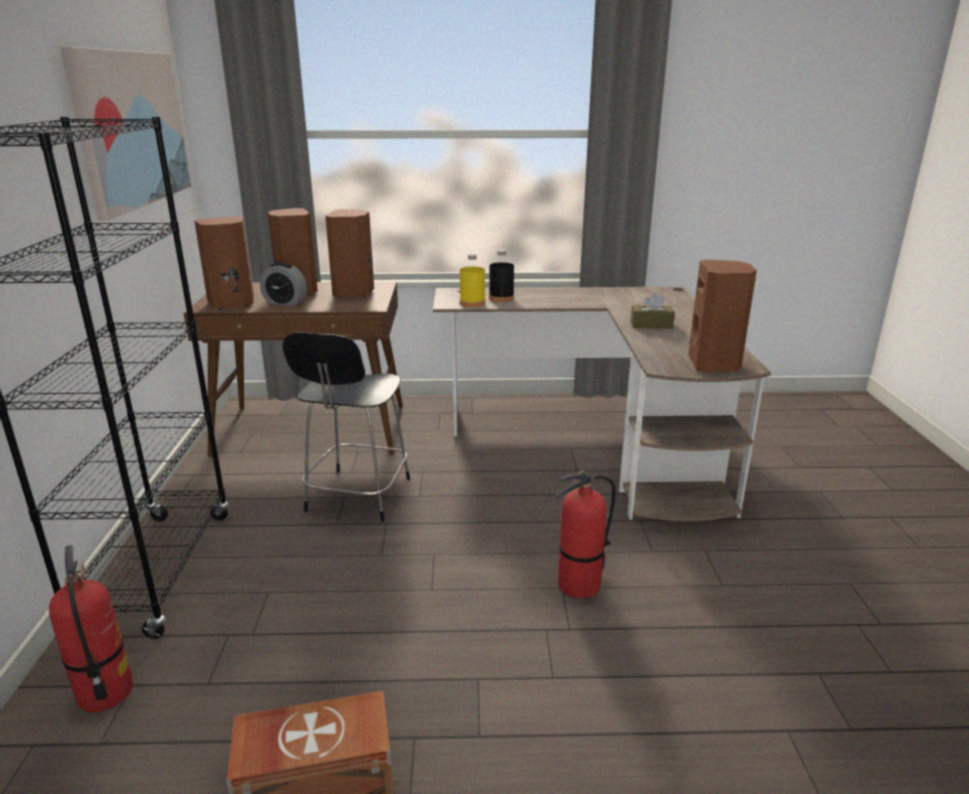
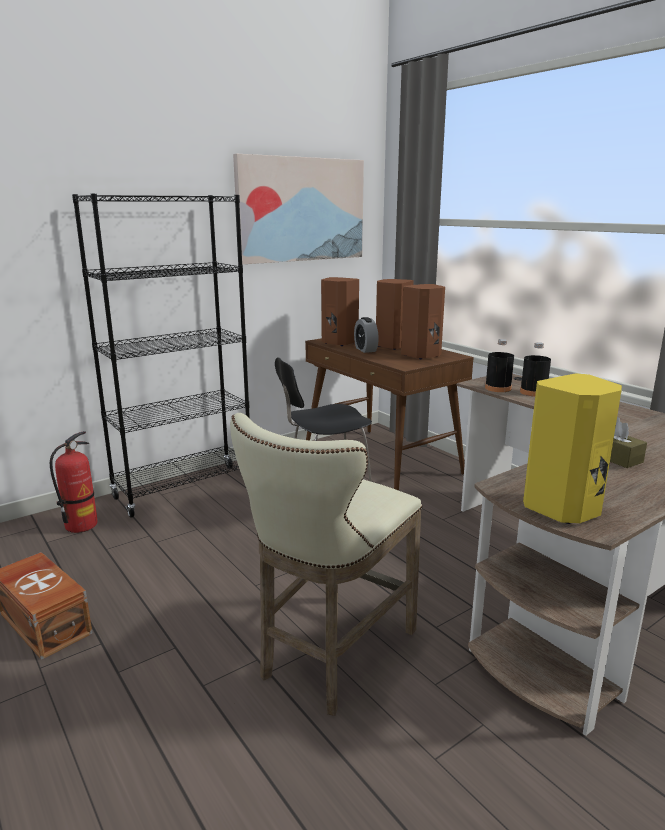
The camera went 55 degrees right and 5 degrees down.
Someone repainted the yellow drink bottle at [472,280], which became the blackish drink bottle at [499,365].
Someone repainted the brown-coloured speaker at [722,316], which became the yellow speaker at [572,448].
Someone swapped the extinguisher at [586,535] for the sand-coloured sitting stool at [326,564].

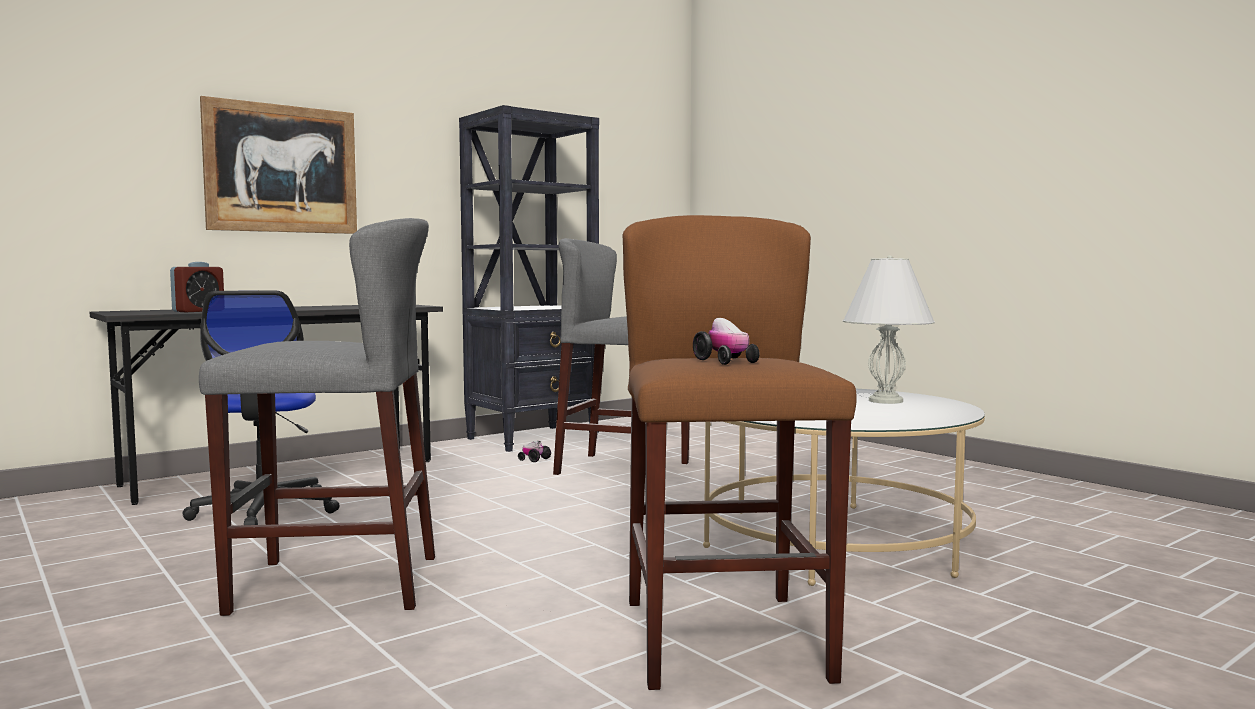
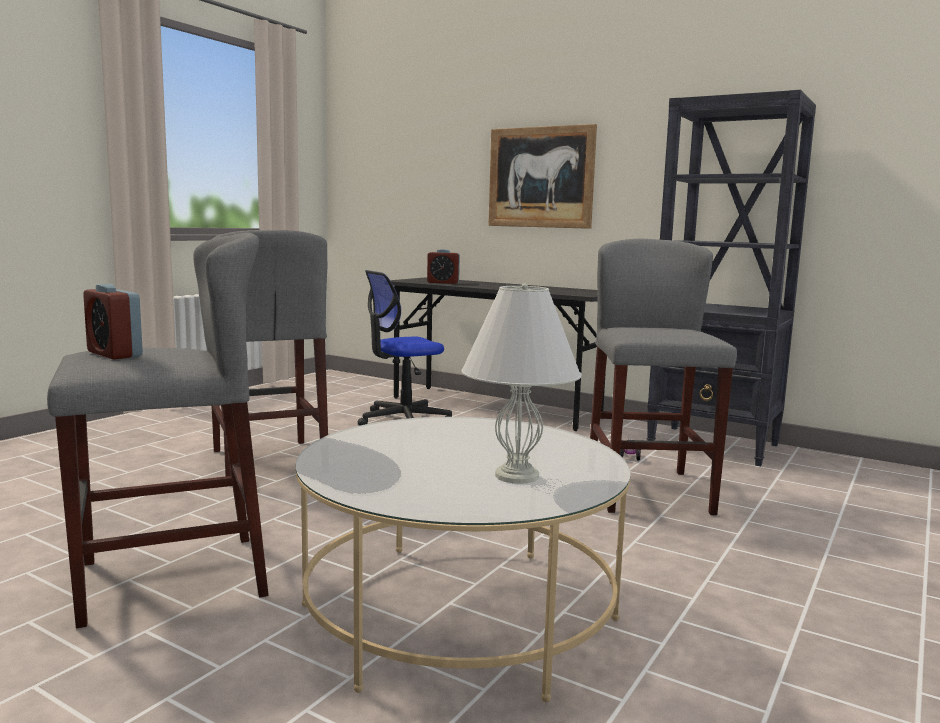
The camera went 70 degrees right and 5 degrees up.
Someone repainted the brown-coloured sitting stool at [740,452], which became the grey sitting stool at [158,430].
Someone swapped the miniature car at [726,341] for the table clock at [113,322].

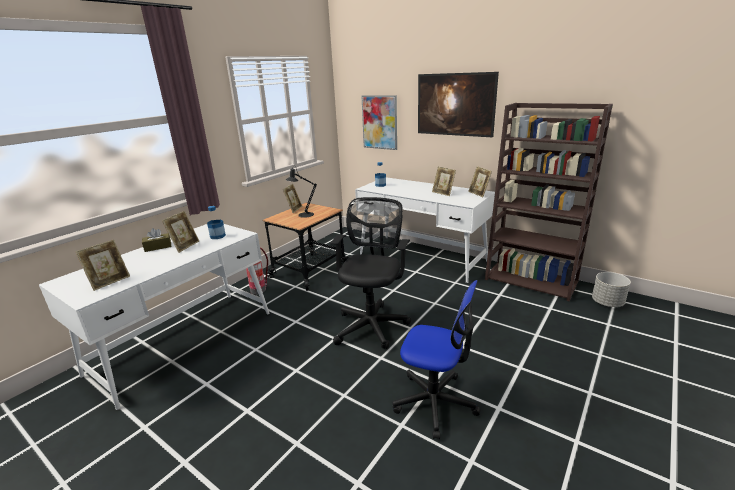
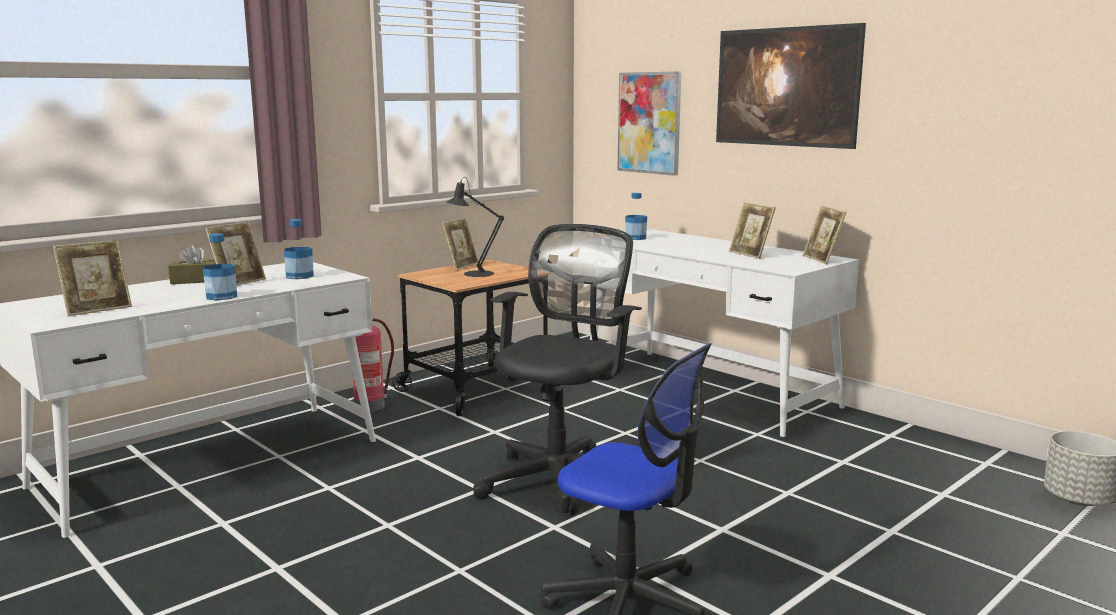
The camera went 10 degrees right and 10 degrees down.
Someone took away the brown-coloured bookcase at [549,202].
Someone put down the drink bottle at [220,266].

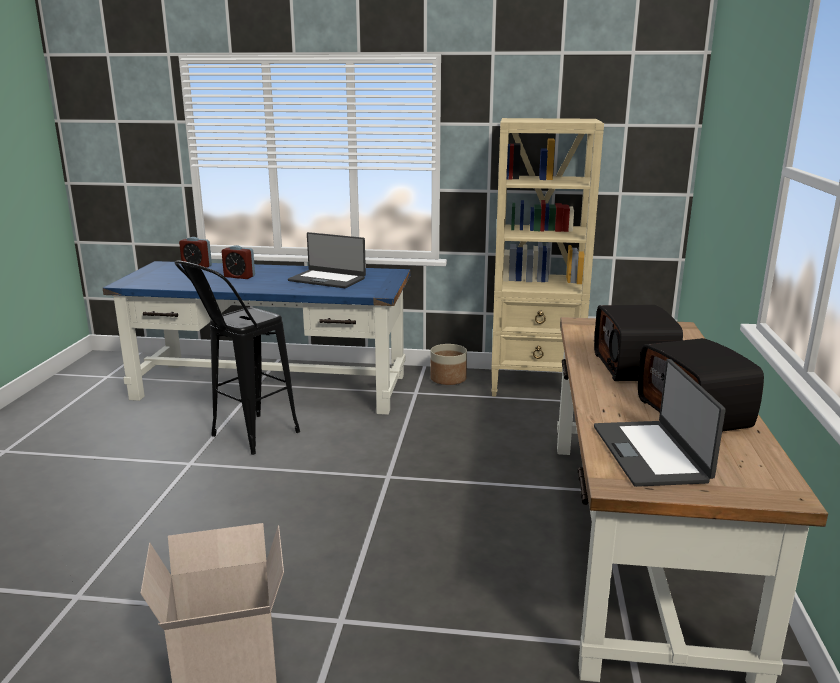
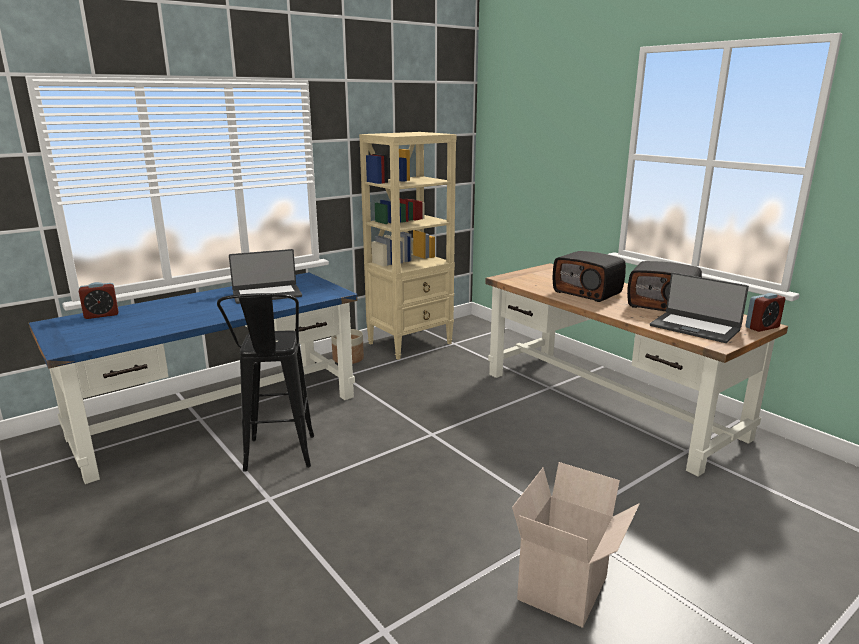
The camera went 45 degrees left and 0 degrees up.
Someone carried the table clock from [238,262] to [765,312].

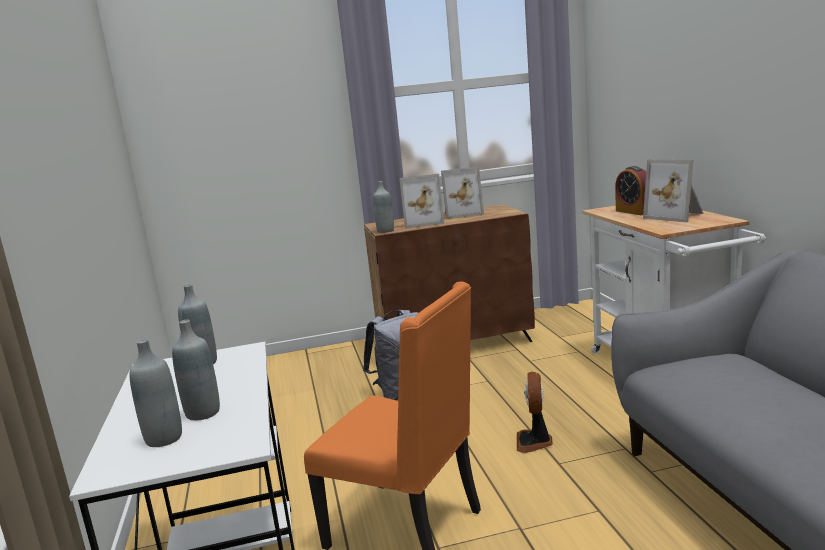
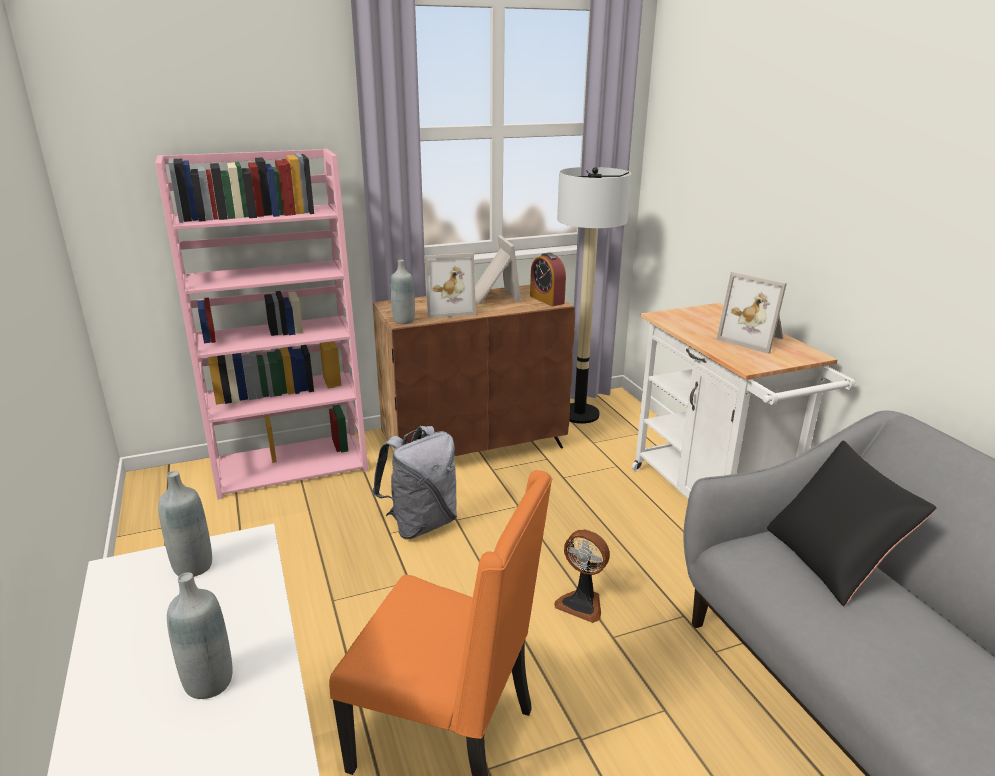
The camera went 10 degrees left and 10 degrees up.
Someone rotated the standing frame at [462,192] by 90 degrees counterclockwise.
Someone carried the table clock from [630,190] to [548,279].
Someone took away the grey drink bottle at [155,393].
Someone rotated the electric fan at [535,412] by 60 degrees counterclockwise.
Someone put down the pink-coloured bookcase at [261,324].
Someone put down the standing lamp at [594,295].
Someone put down the blackish cushion at [852,523].

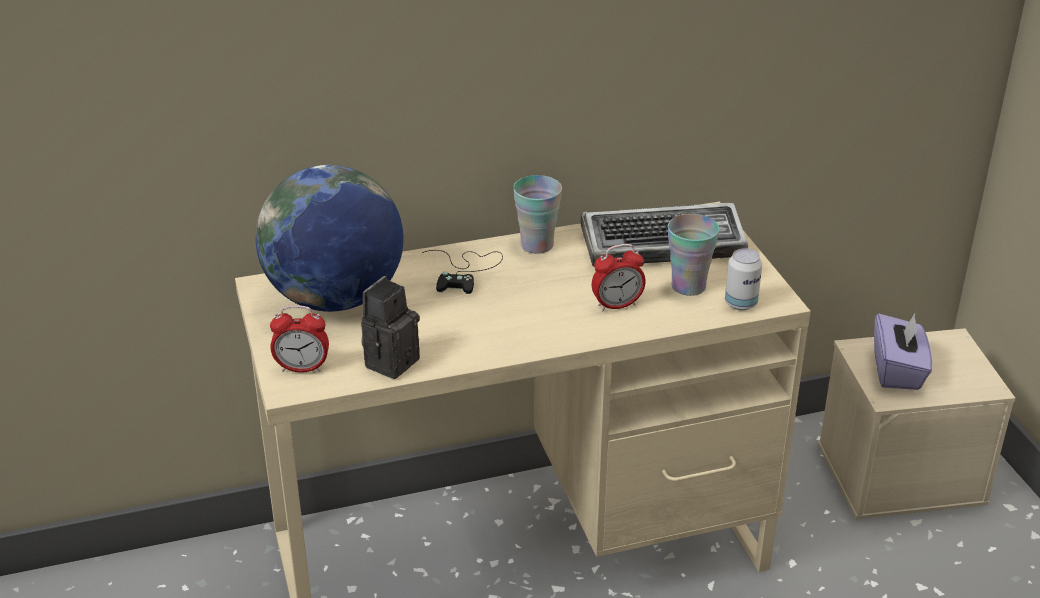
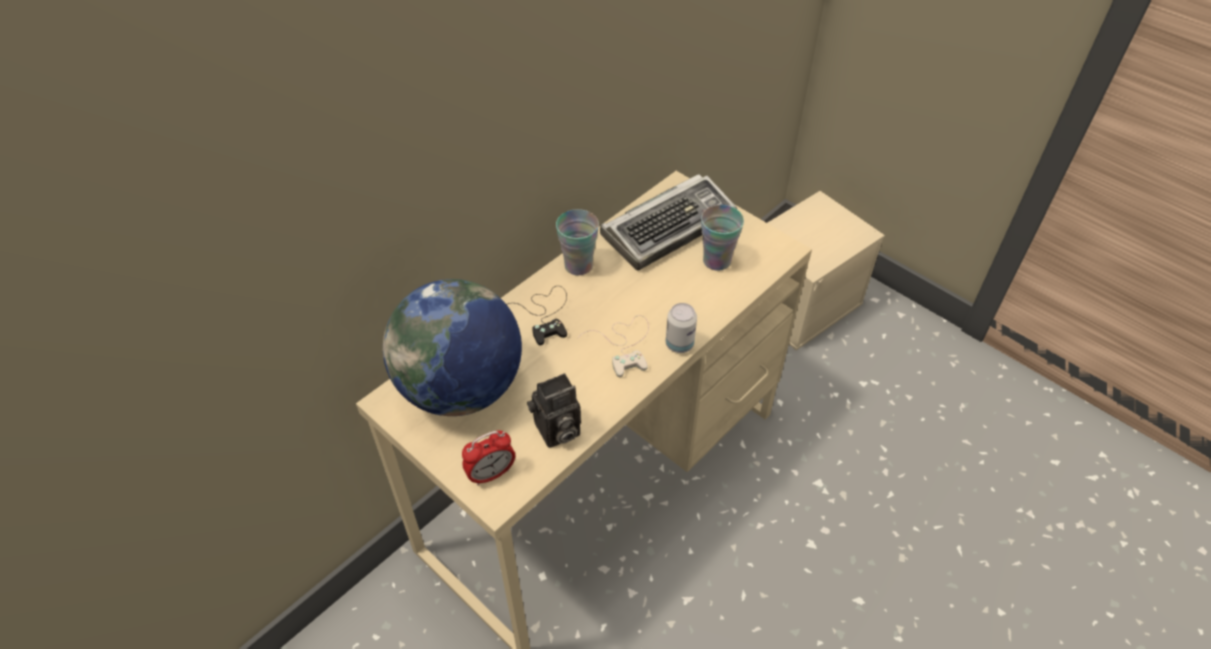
The camera went 30 degrees left and 15 degrees up.
Someone took away the table clock at [619,277].
Someone carried the sealed can from [743,279] to [681,328].
Someone rotated the photo camera at [390,327] by 120 degrees counterclockwise.
Someone took away the purple tissue box at [903,351].
Someone put down the white-coloured gamepad at [613,346].

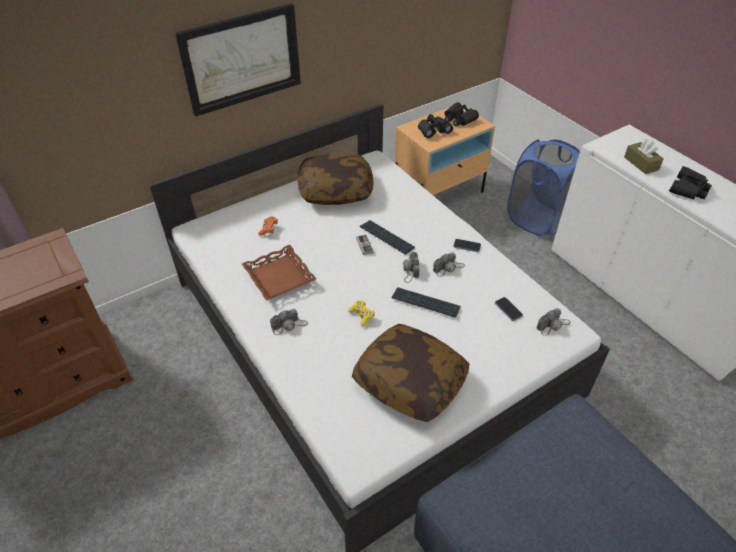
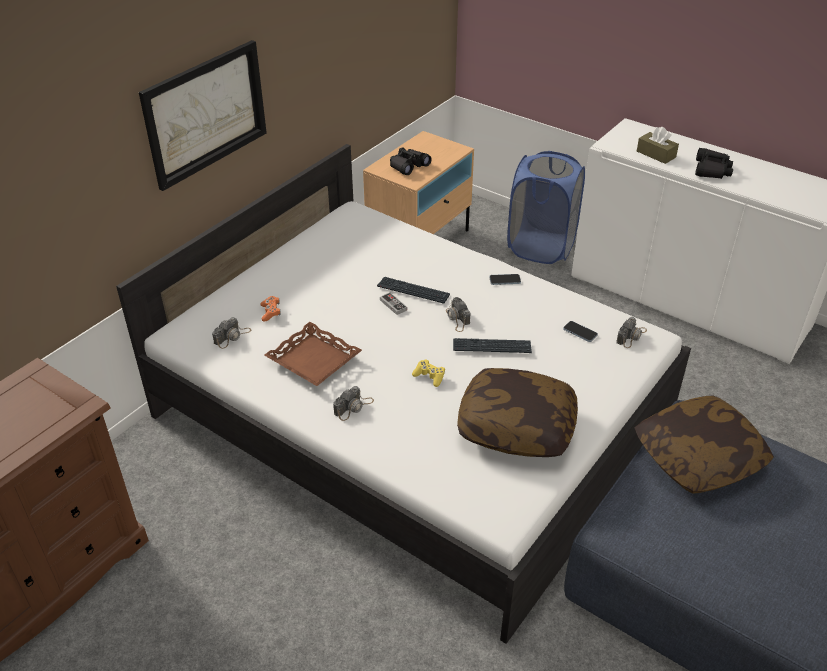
The camera went 20 degrees left and 5 degrees down.
Someone took away the blackish pair of binoculars at [462,114].
Someone carried the cushion from [335,179] to [704,445].
Someone carried the photo camera from [449,264] to [231,333].

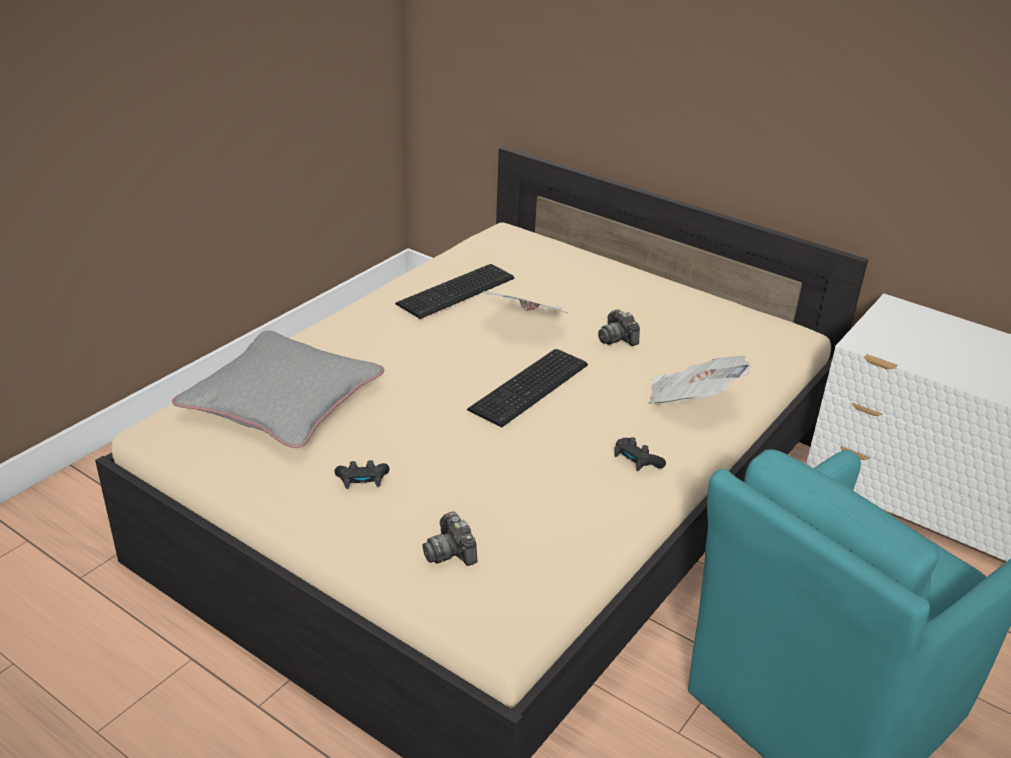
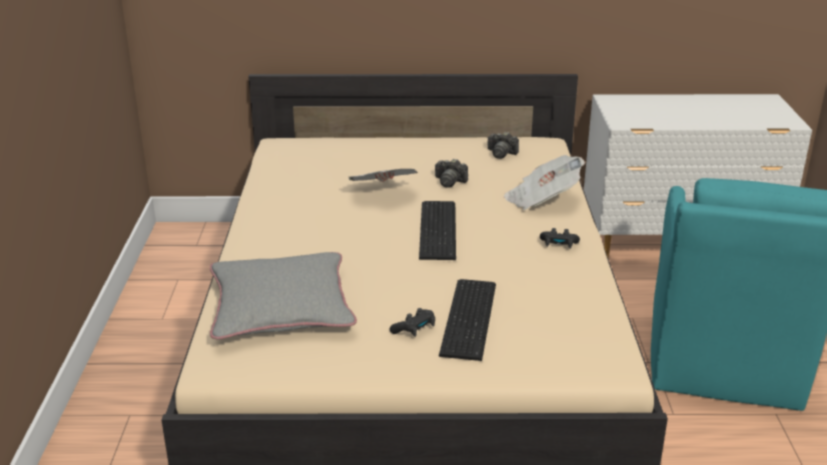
The camera went 35 degrees left and 5 degrees down.
Someone carried the PC keyboard from [454,291] to [467,320].
Someone carried the photo camera from [449,539] to [503,145].

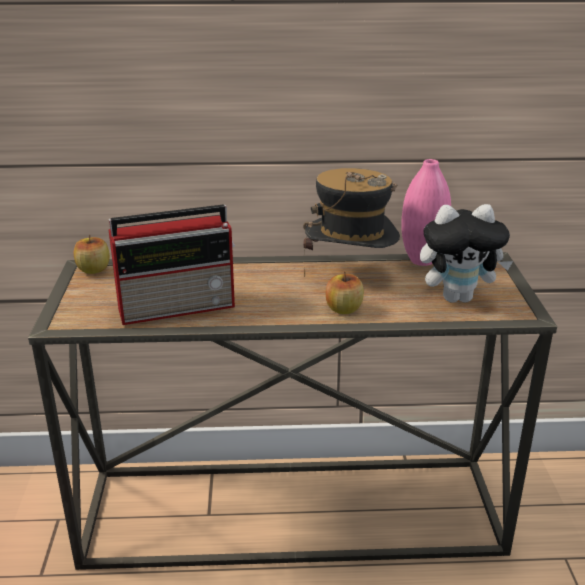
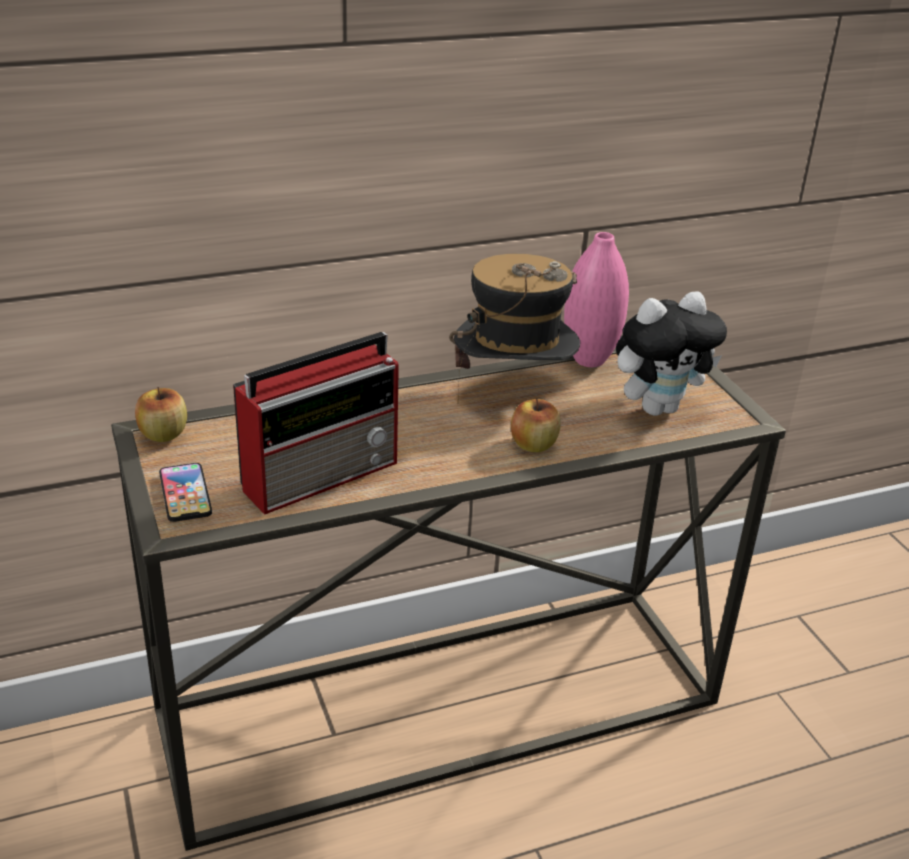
The camera went 20 degrees left and 5 degrees up.
Someone put down the phone at [185,492].

